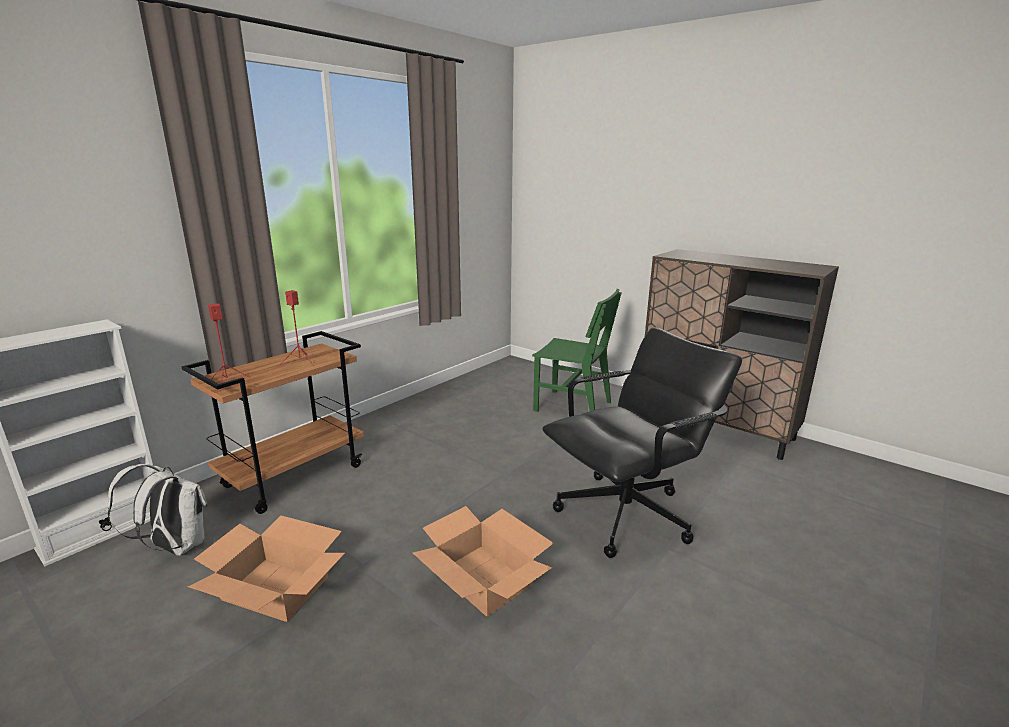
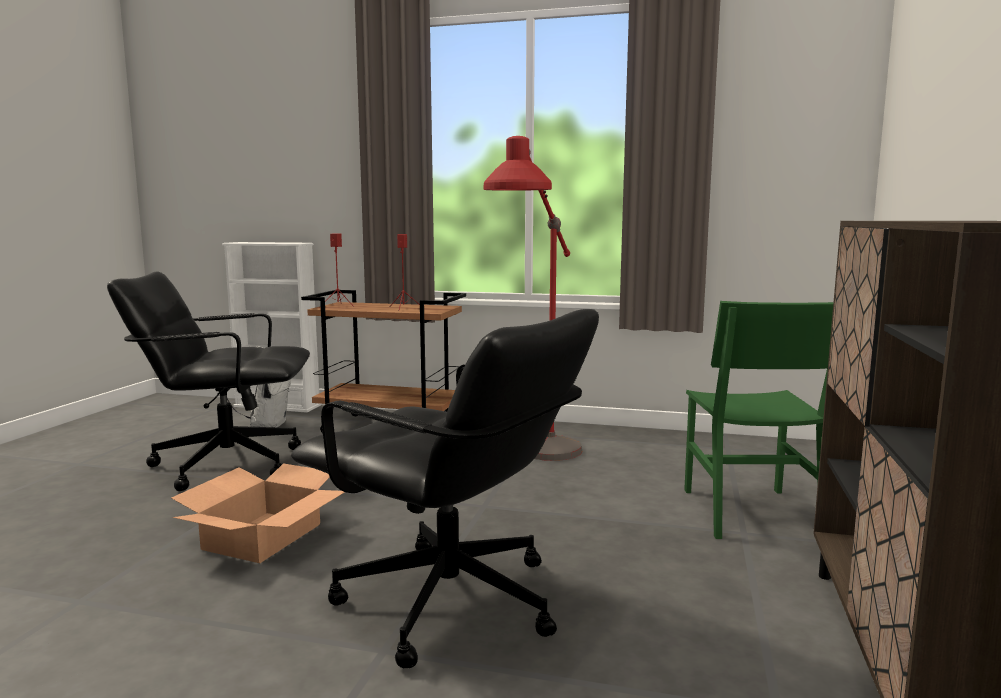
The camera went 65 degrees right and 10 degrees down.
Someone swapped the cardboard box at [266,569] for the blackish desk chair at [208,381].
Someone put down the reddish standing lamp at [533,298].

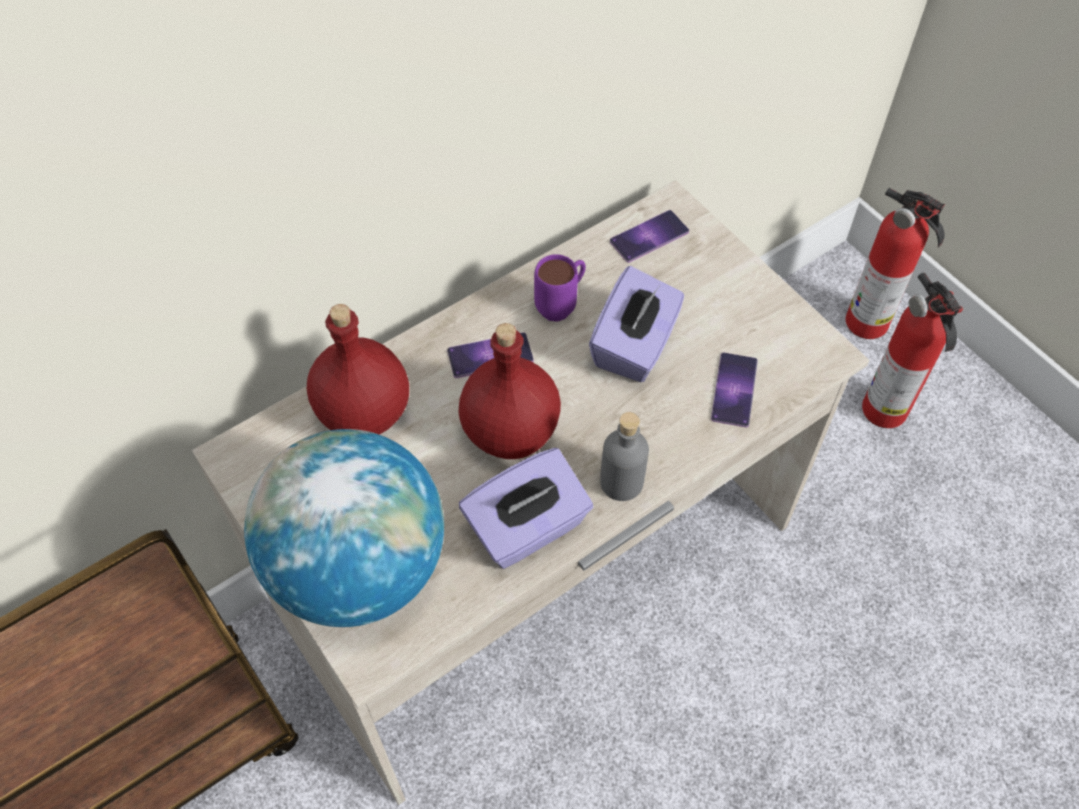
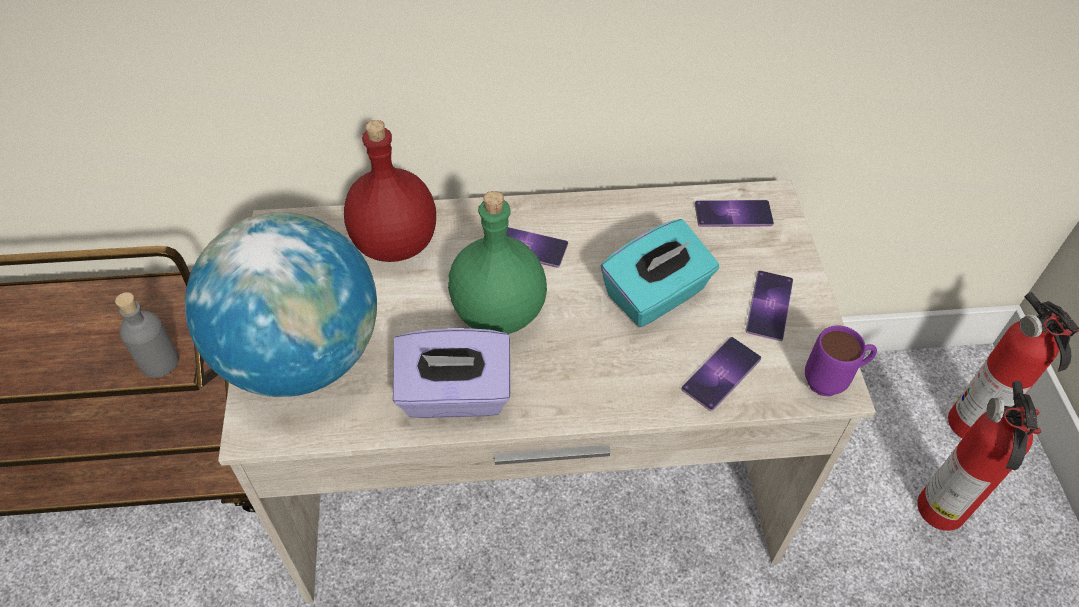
The camera went 30 degrees right and 5 degrees down.
Someone carried the purple mug from [560,288] to [841,360].
Someone repainted the purple tissue box at [636,324], which became the turquoise tissue box at [660,273].
Someone repainted the reddish drink bottle at [509,391], which became the greenish drink bottle at [497,262].
Someone carried the grey drink bottle from [624,456] to [147,335].
Someone put down the phone at [769,305].

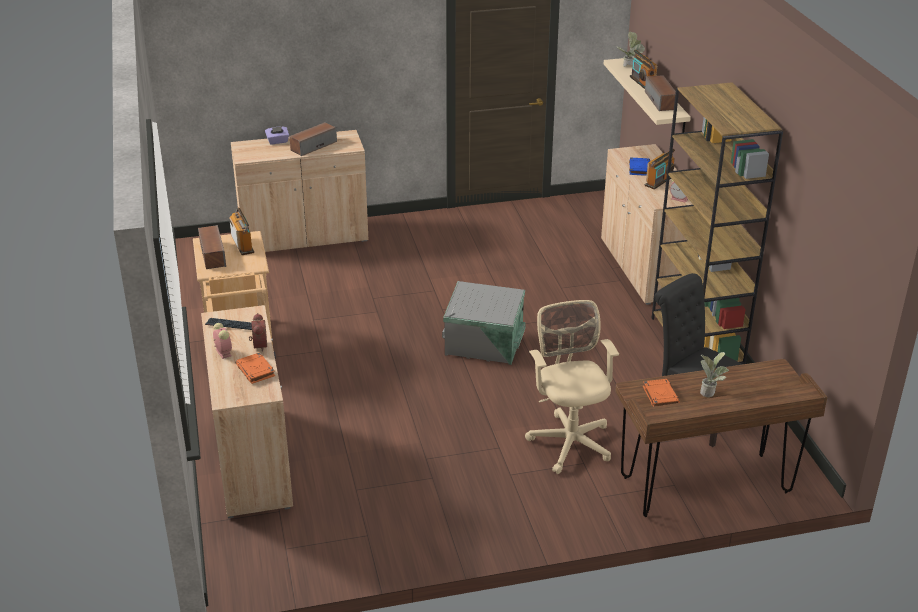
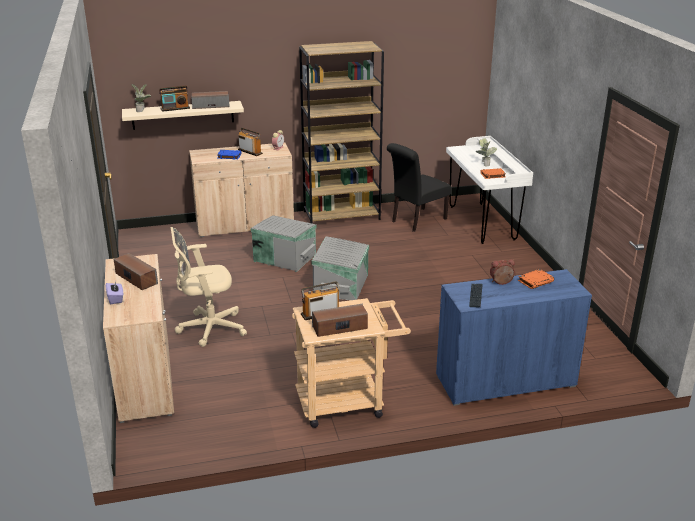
The camera went 90 degrees left and 5 degrees down.
Someone carried the sand-coloured desk chair from [572,387] to [209,287].
Someone repainted the sand-coloured cabinet at [247,412], which became the blue cabinet at [514,337].
Someone took away the table clock at [222,341].
Someone repainted the brown-coloured desk unit at [721,438], which became the white-coloured desk unit at [489,190].
Someone put down the grey storage bin at [283,243].

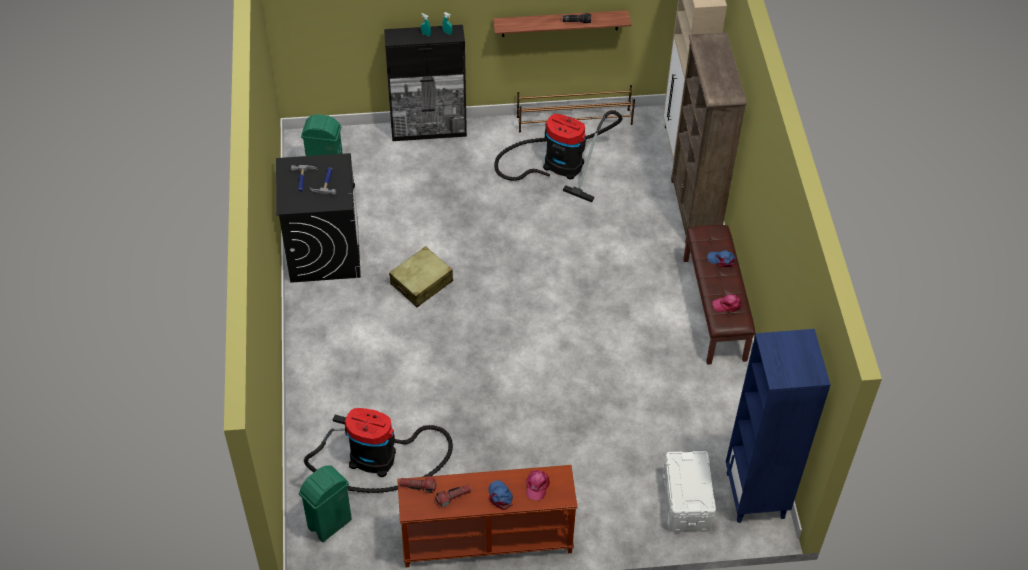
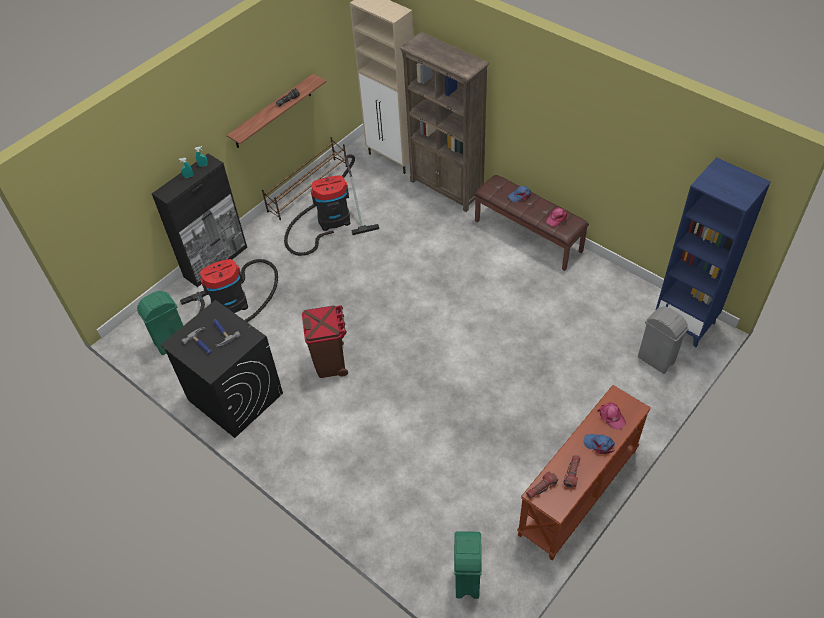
The camera went 40 degrees left and 0 degrees up.
Someone swapped the sand-coloured piece of luggage at [421,276] for the brown-coloured rubbish bin at [325,341].
Someone carried the vacuum cleaner from [378,450] to [229,290].
Someone swapped the white-coloured storage bin at [689,491] for the grey rubbish bin at [663,340].

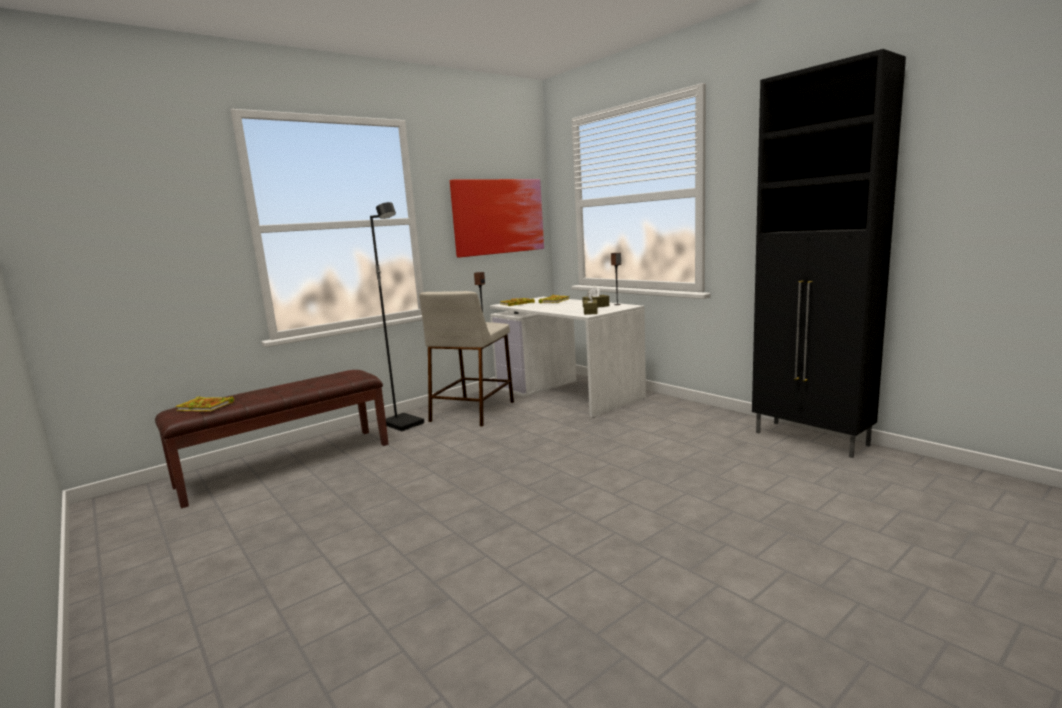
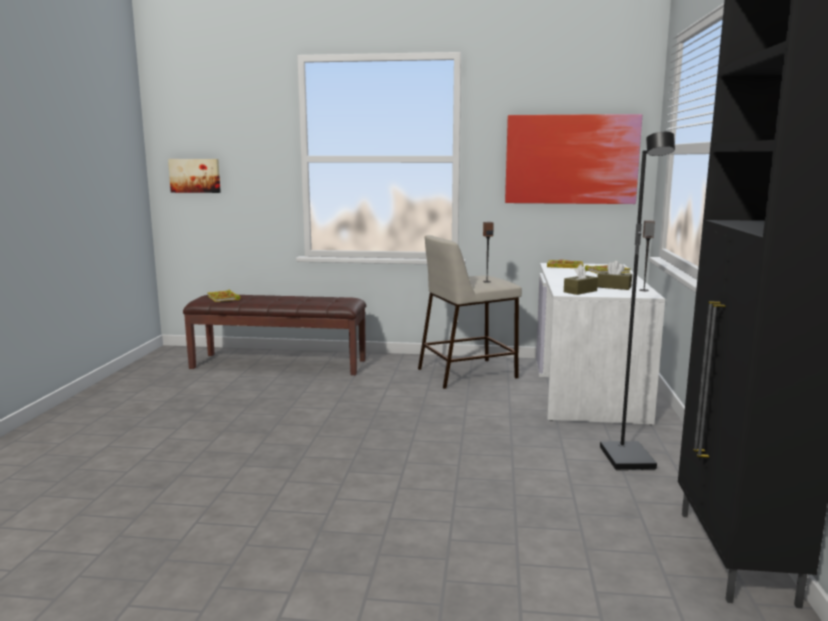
The camera went 45 degrees right and 0 degrees up.
Someone carried the blackish standing lamp from [397,316] to [637,301].
Someone put up the wall picture at [194,176].

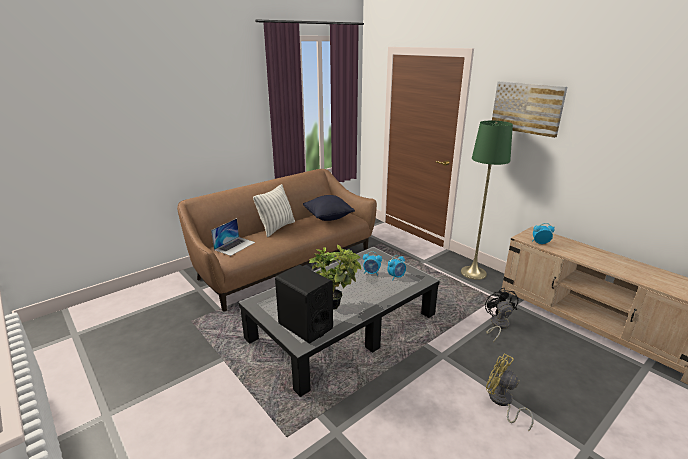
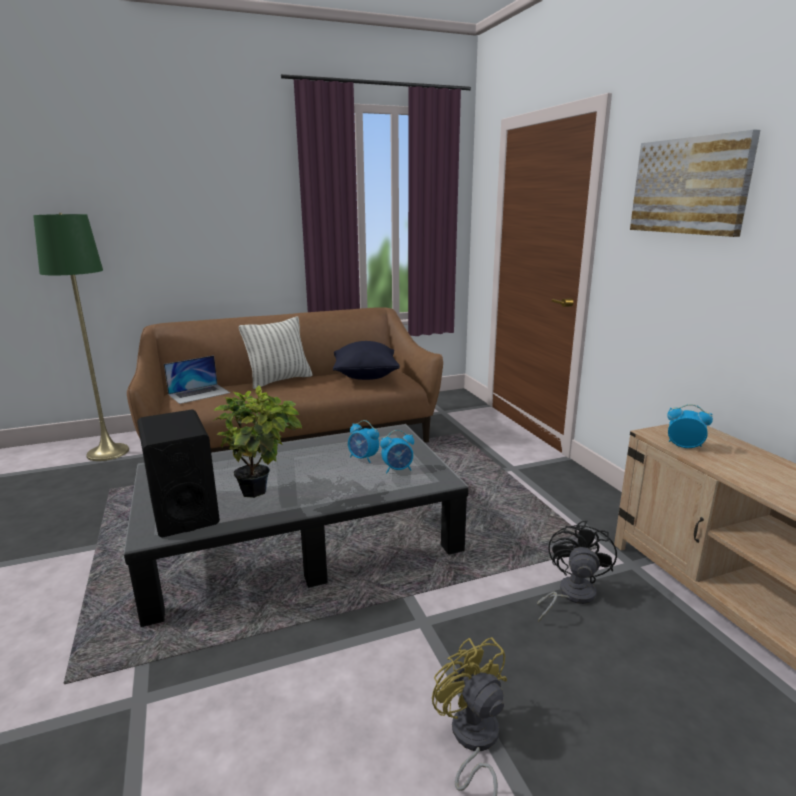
The camera went 20 degrees right and 5 degrees down.
Someone carried the greenish standing lamp from [487,200] to [81,337].

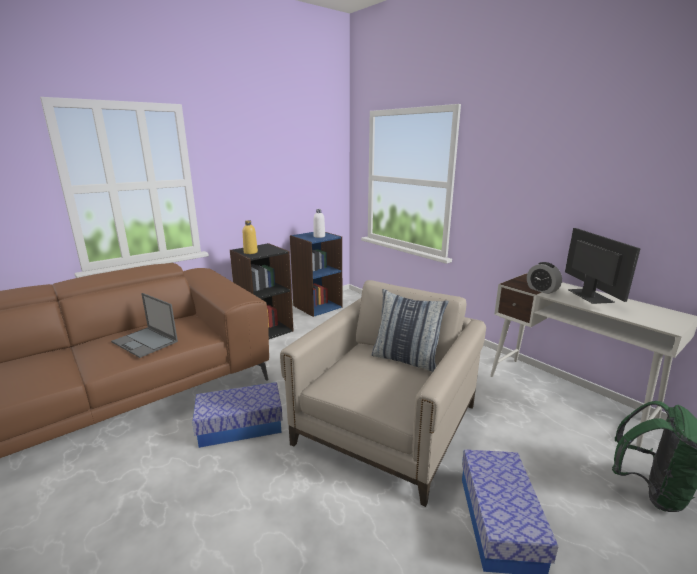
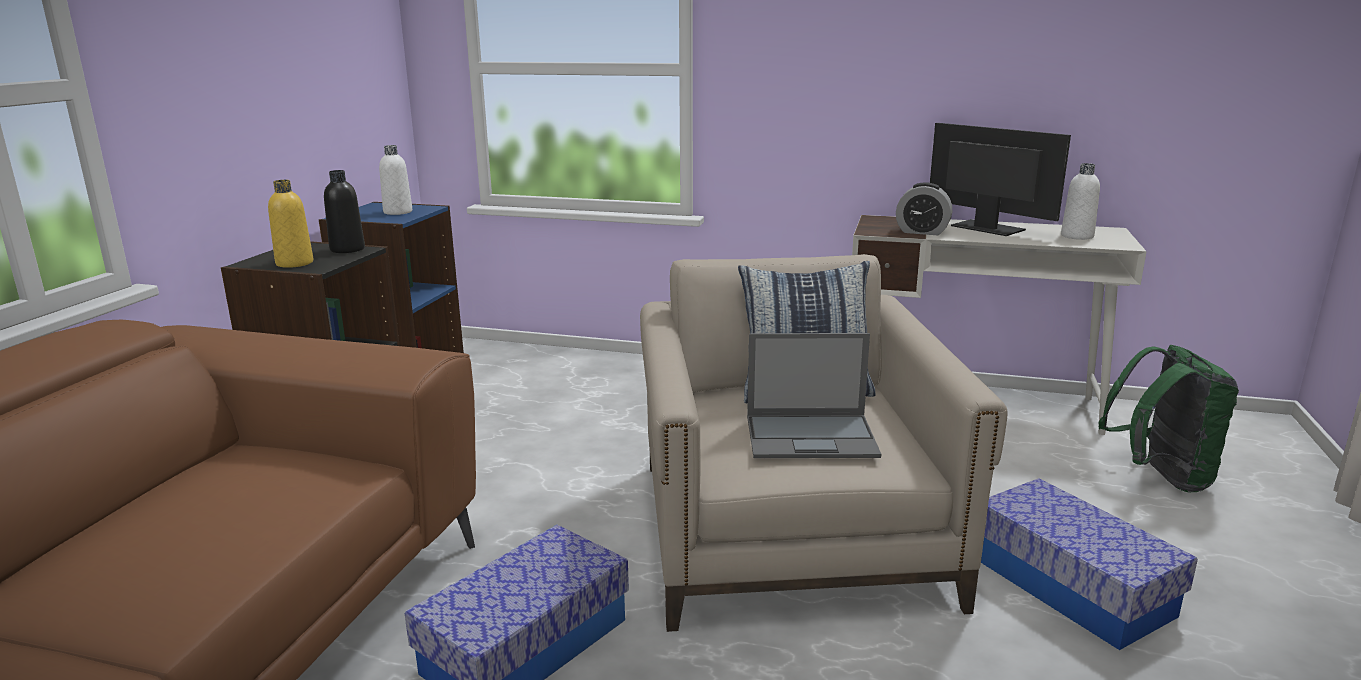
The camera went 35 degrees left and 0 degrees up.
Someone carried the notebook computer from [144,325] to [814,395].
Someone put down the white-coloured drink bottle at [1080,201].
Someone put down the blackish drink bottle at [344,211].

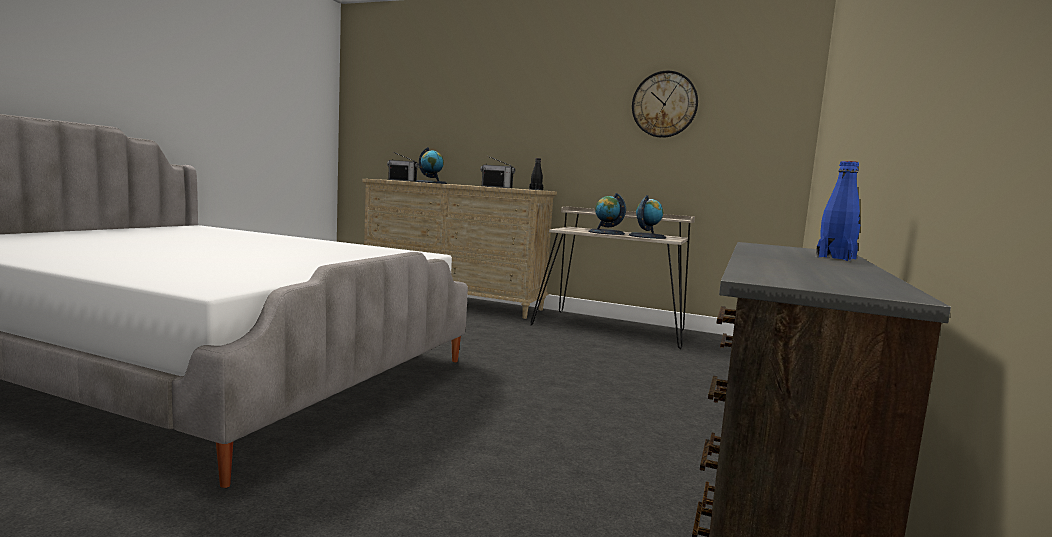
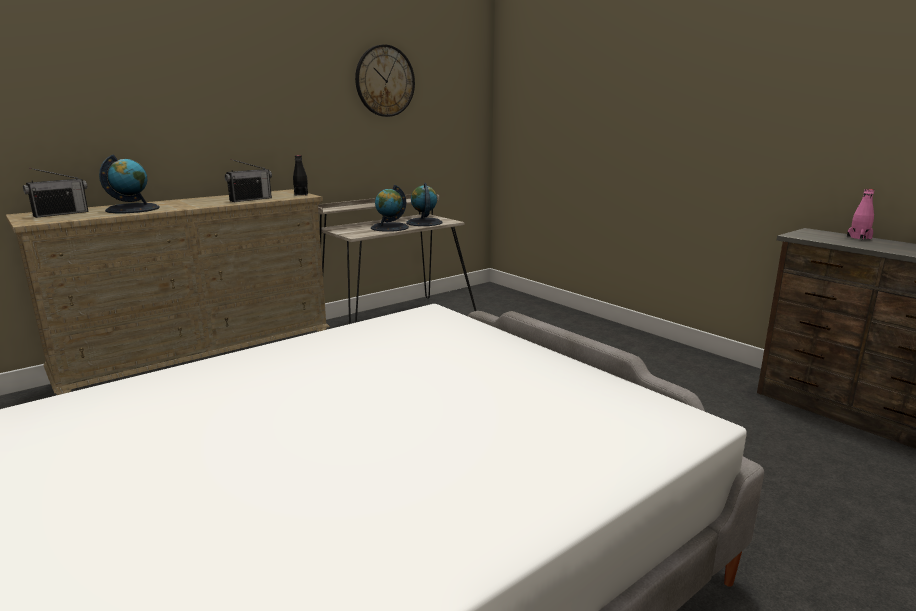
The camera went 60 degrees left and 10 degrees up.
Someone repainted the blue drink bottle at [838,211], which became the pink-coloured drink bottle at [860,214].

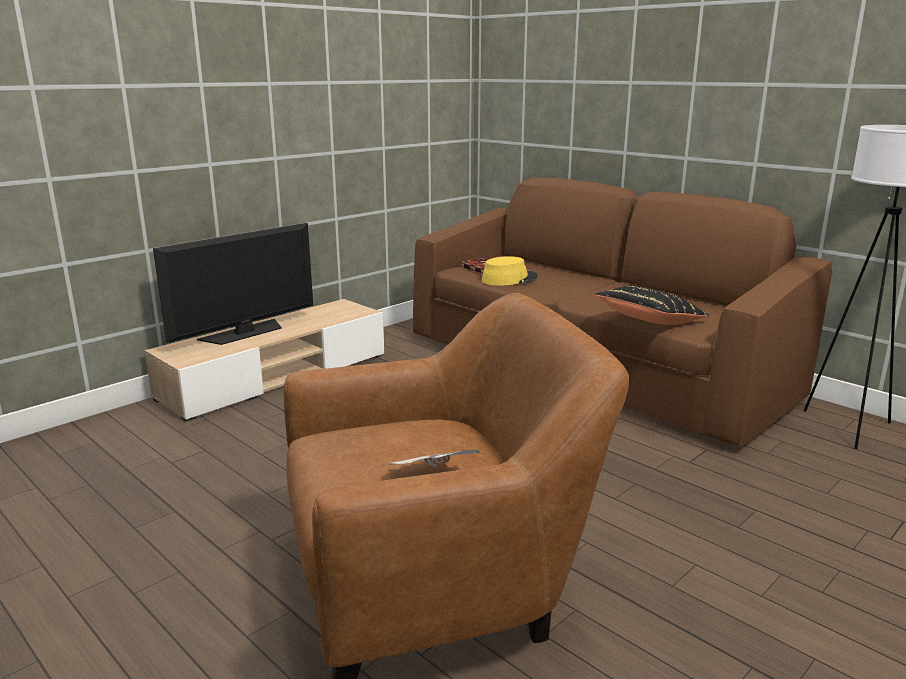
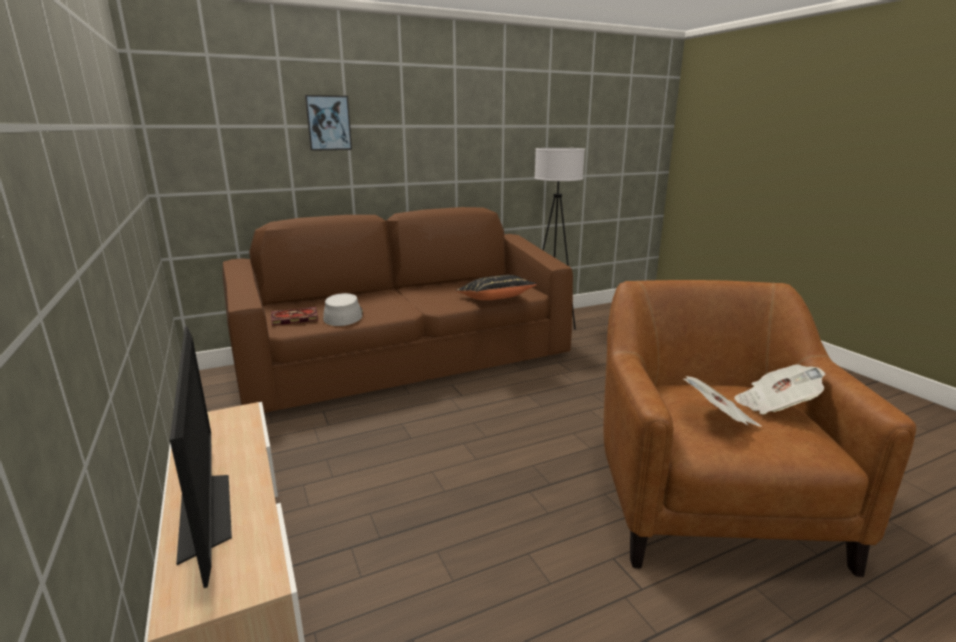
The camera went 70 degrees left and 0 degrees up.
Someone repainted the yellow hat at [510,271], which became the grey hat at [343,309].
Someone put up the wall picture at [328,123].
Someone put down the daily paper at [723,401].

